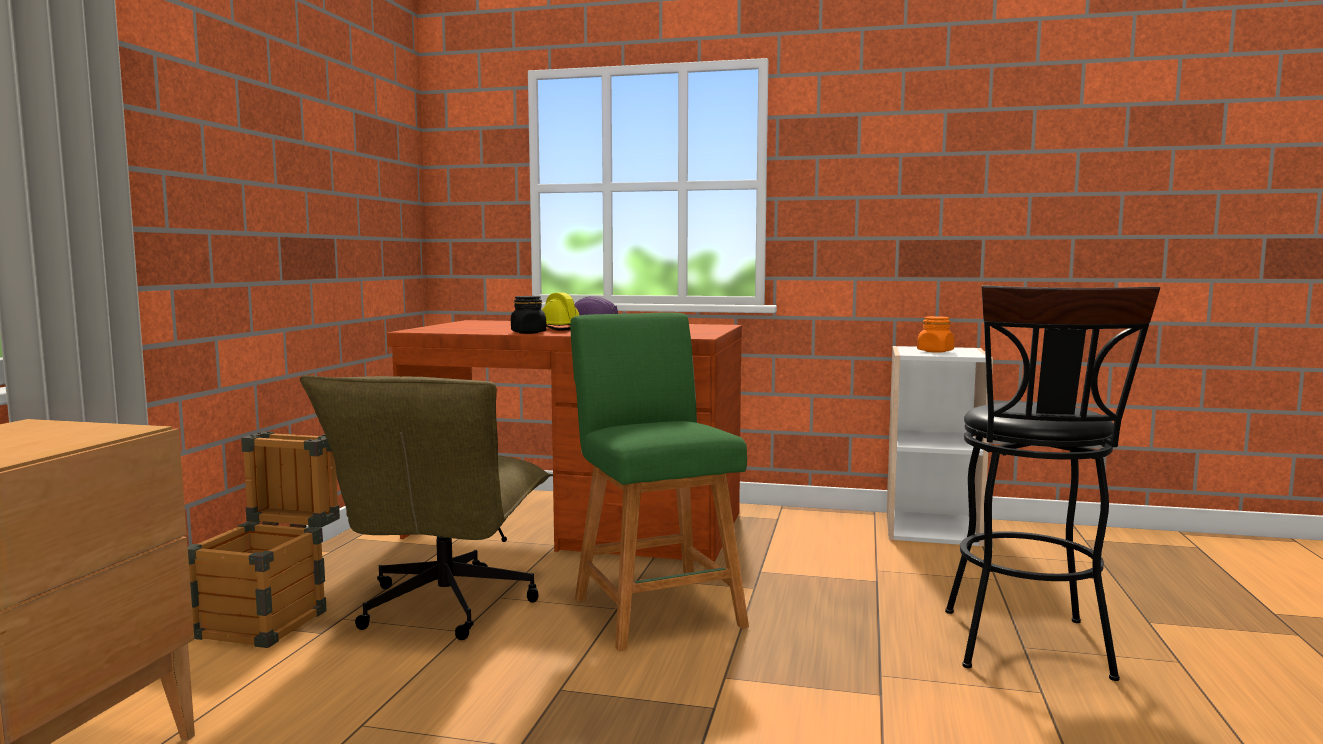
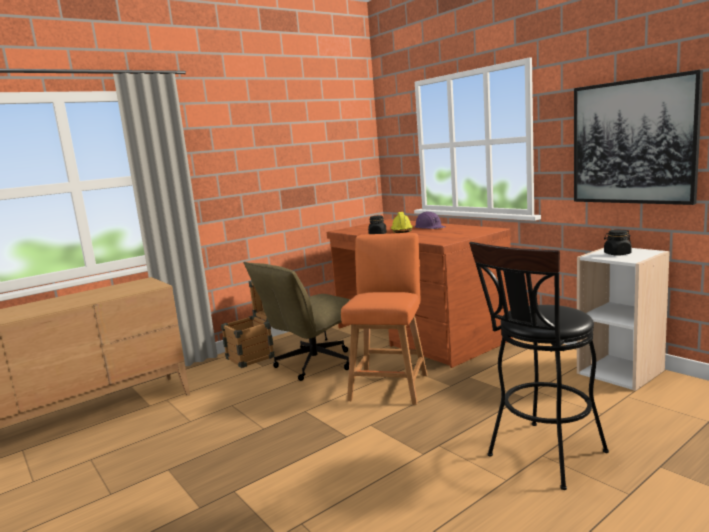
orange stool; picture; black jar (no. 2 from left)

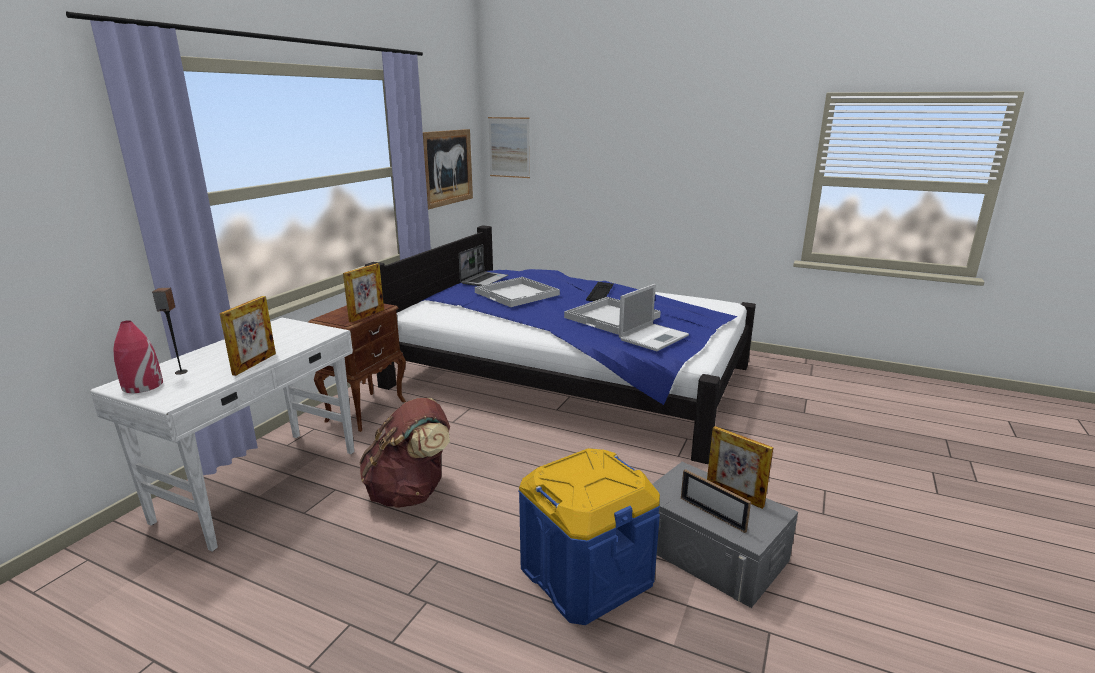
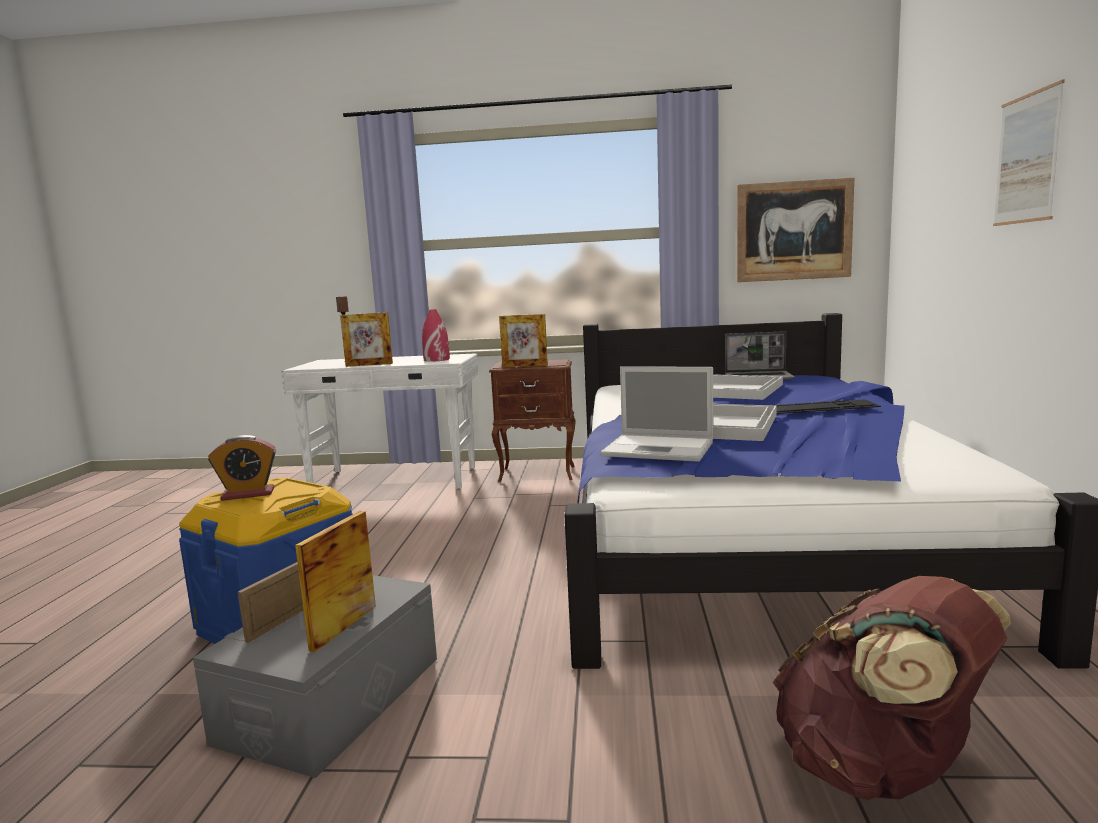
alarm clock; red vase; brown backpack; picture (no. 2 from left)

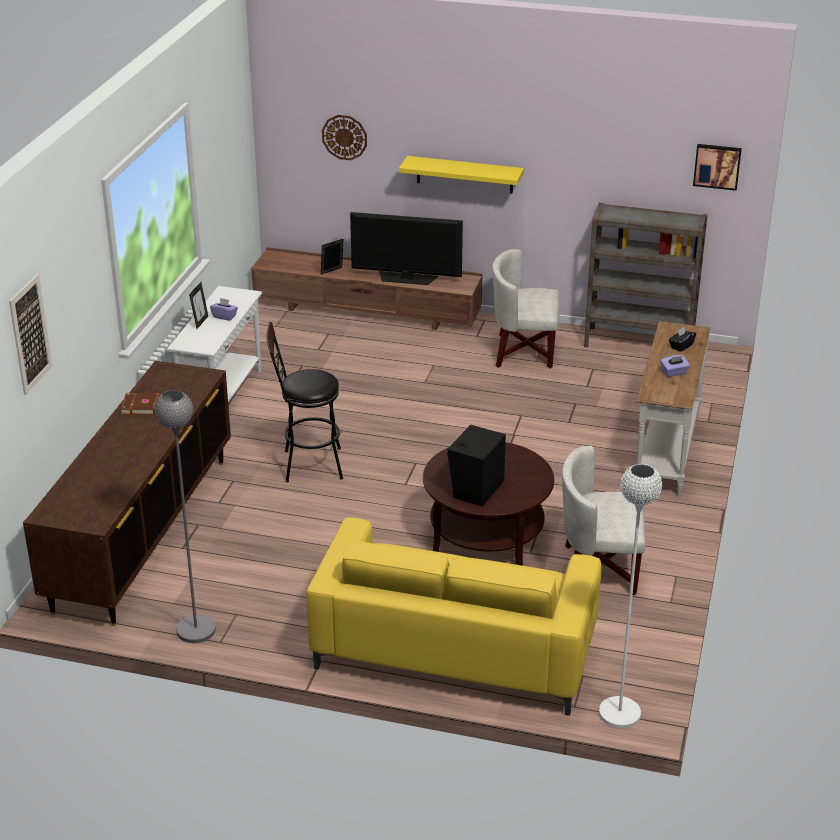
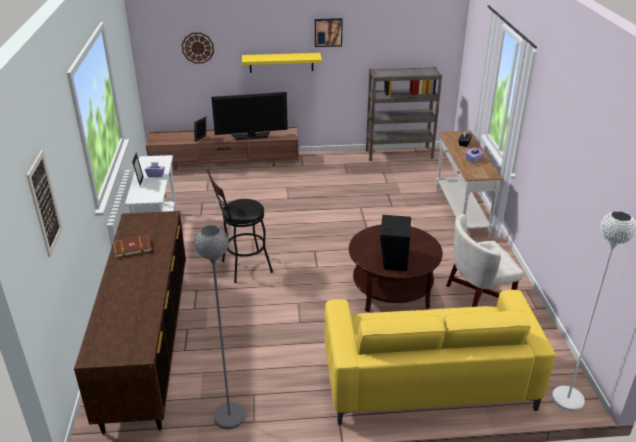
picture (no. 2 from left); white armchair (no. 1 from left in the first image)

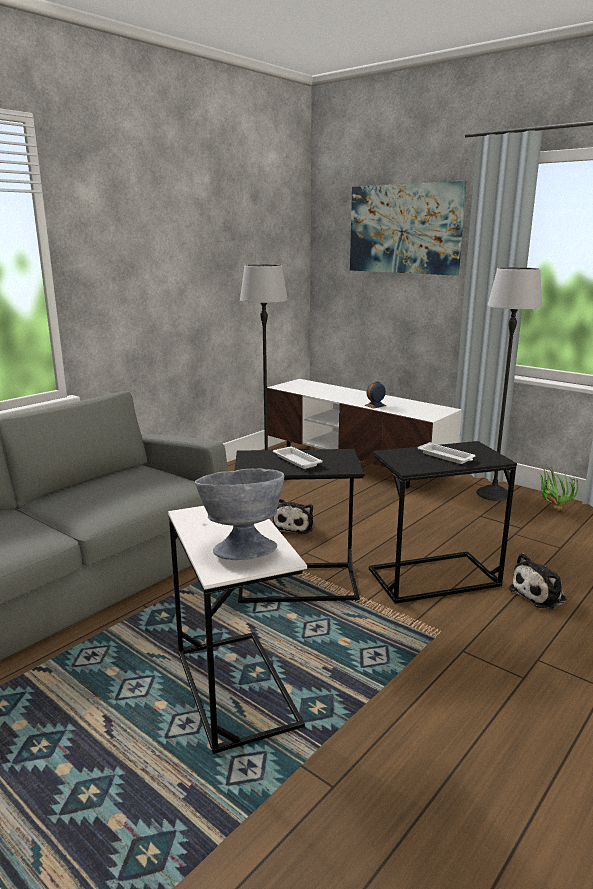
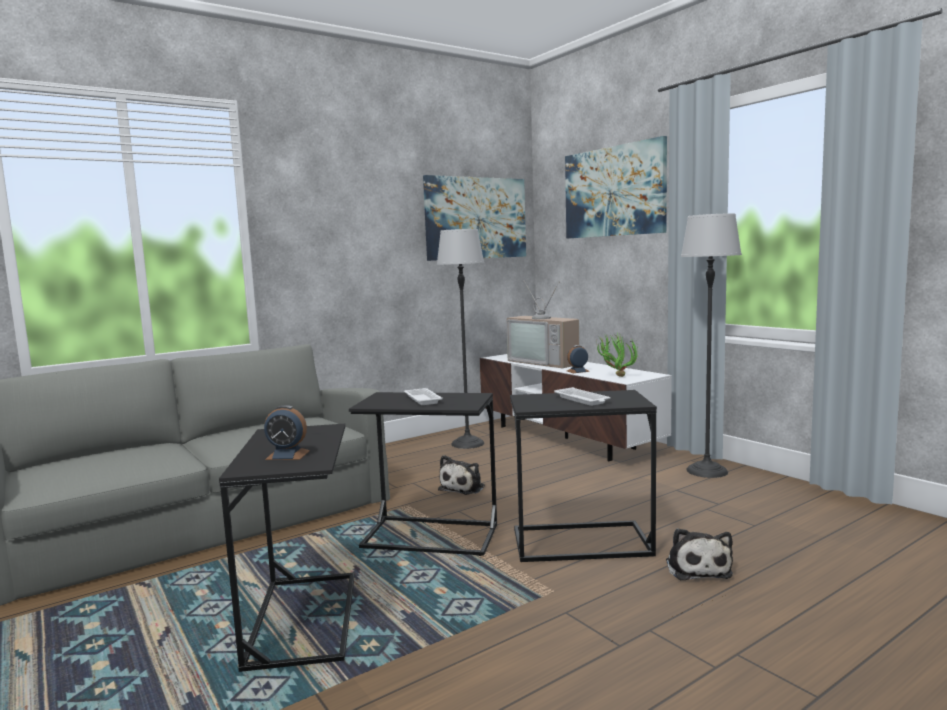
black side table (no. 1 from left); alarm clock (no. 1 from left); picture (no. 1 from left); television; potted plant; plush toy (no. 2 from left)

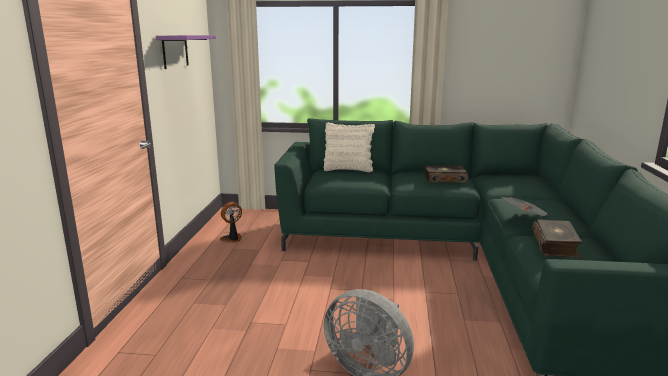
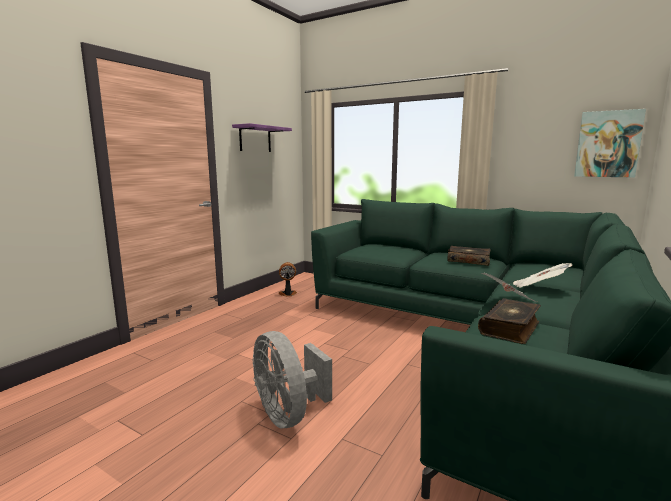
newspaper (no. 2 from left); picture; beige pillow

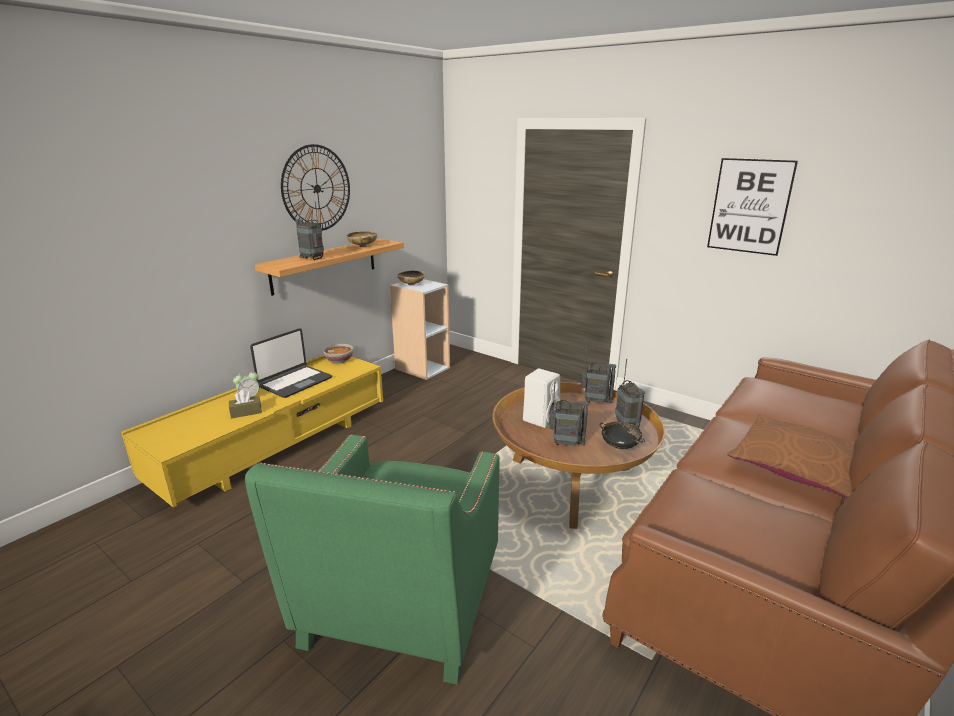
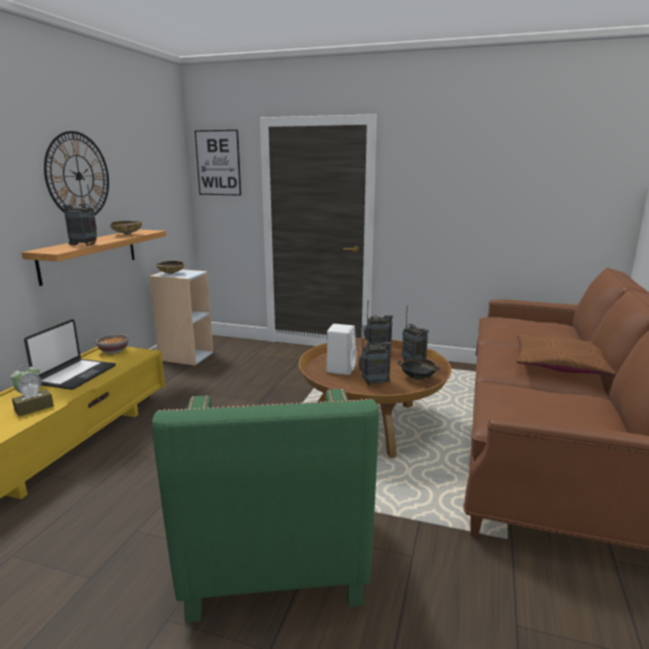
picture

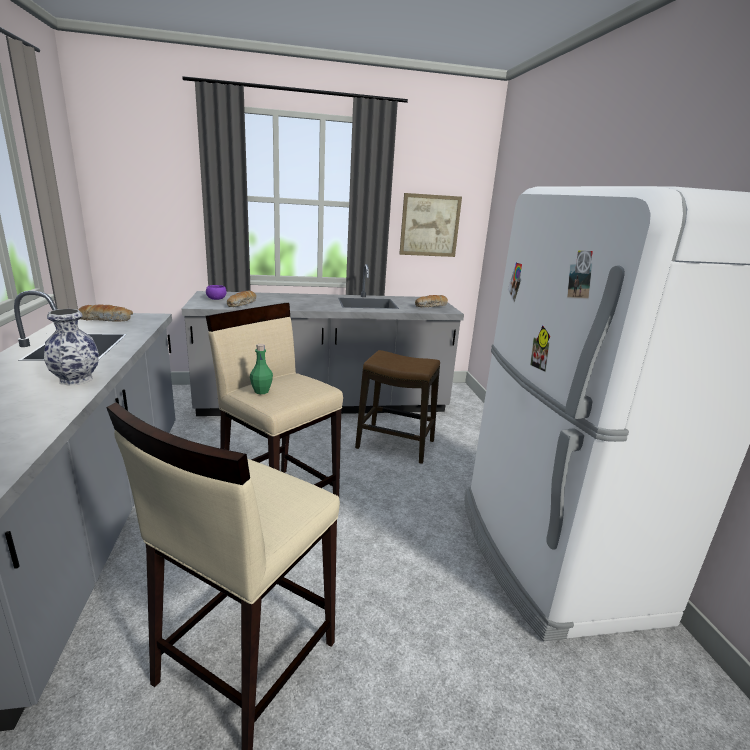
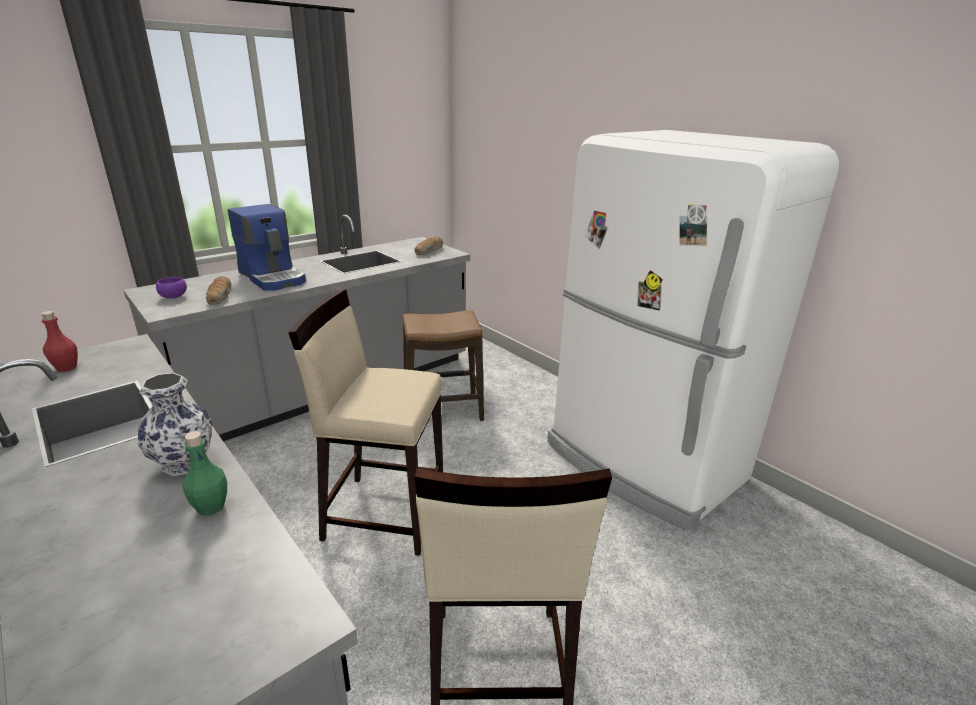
red bottle; green bottle; coffee machine; picture

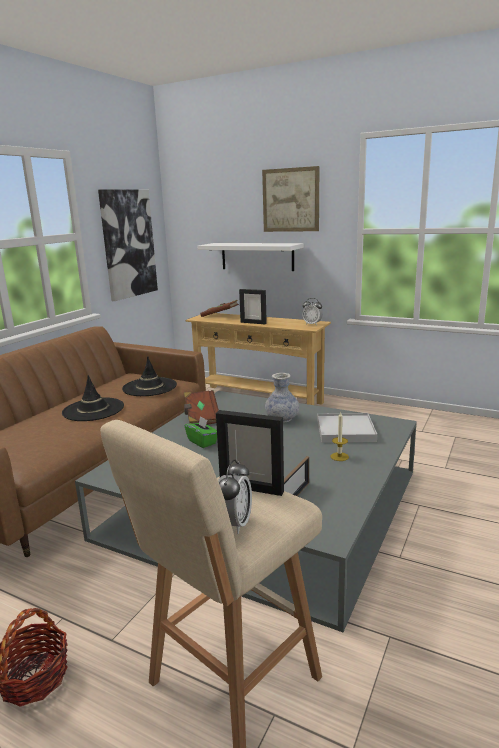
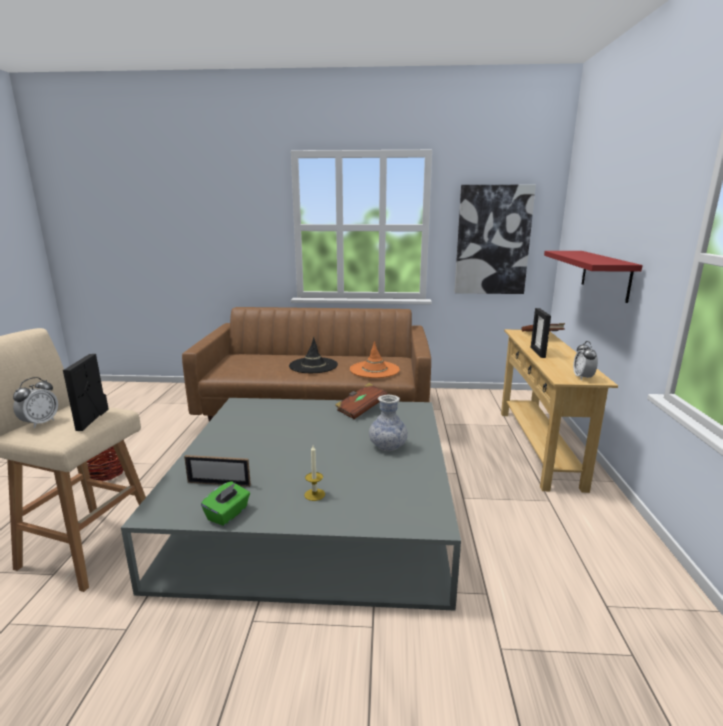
alarm clock (no. 1 from left); green tissue box; orange hat; red shelf; picture (no. 2 from left in the first image); white tray

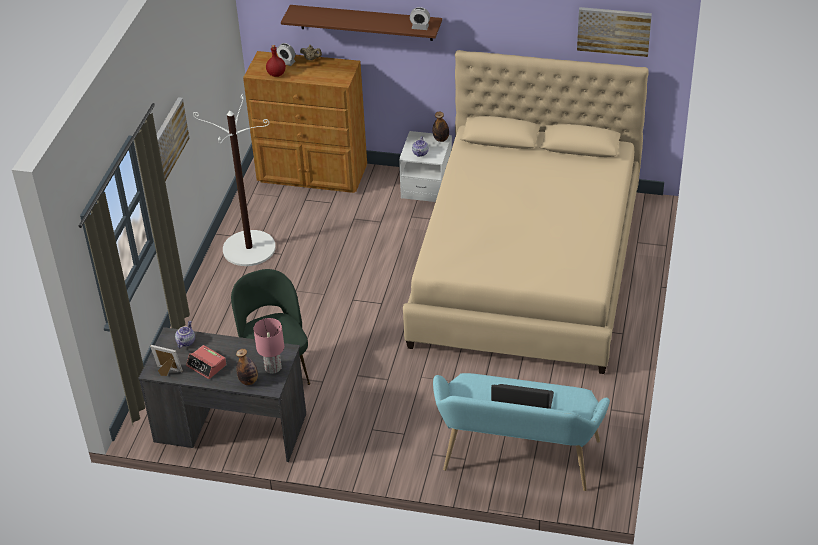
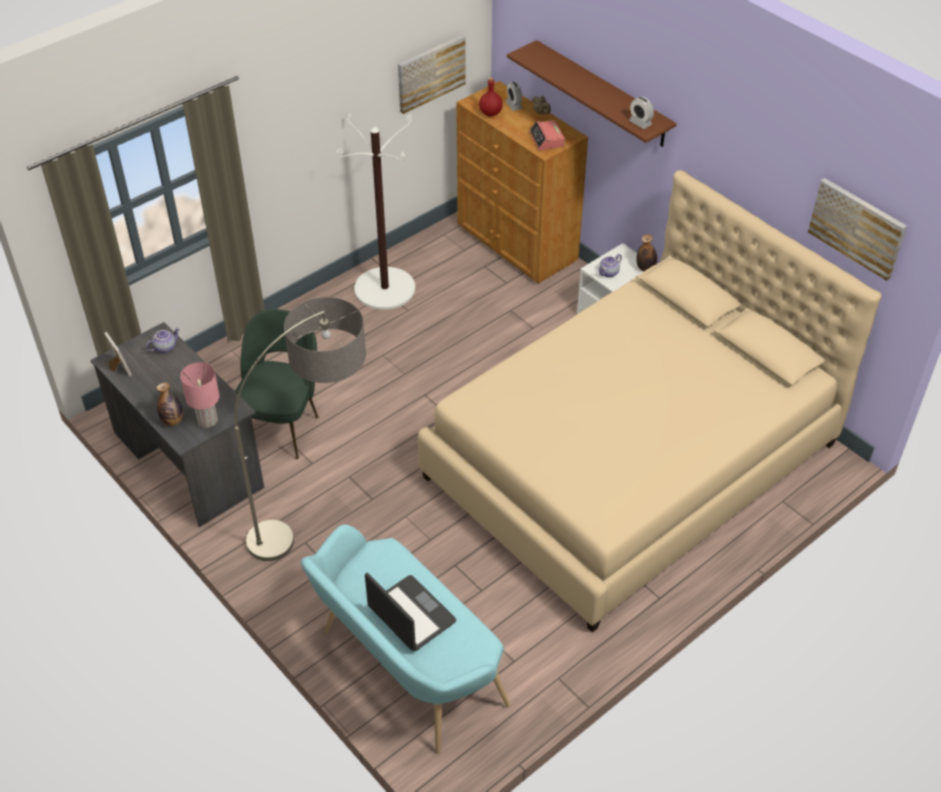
floor lamp; picture (no. 1 from left); alarm clock (no. 2 from left)

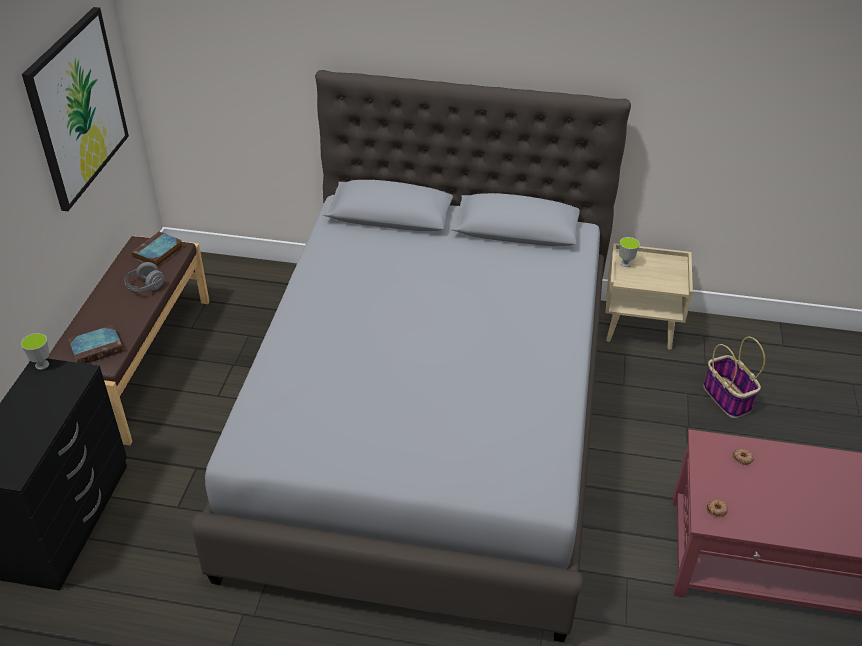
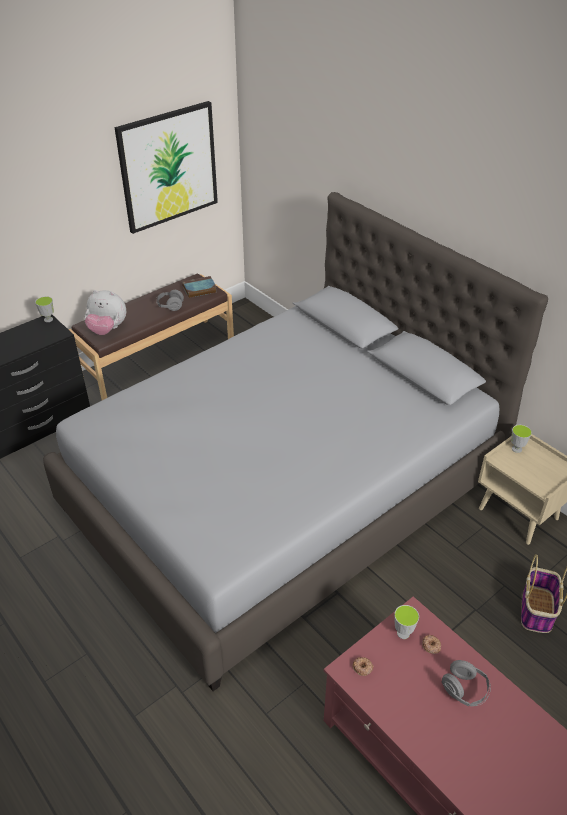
plush toy; cup (no. 2 from left); grey headphones (no. 2 from left)

